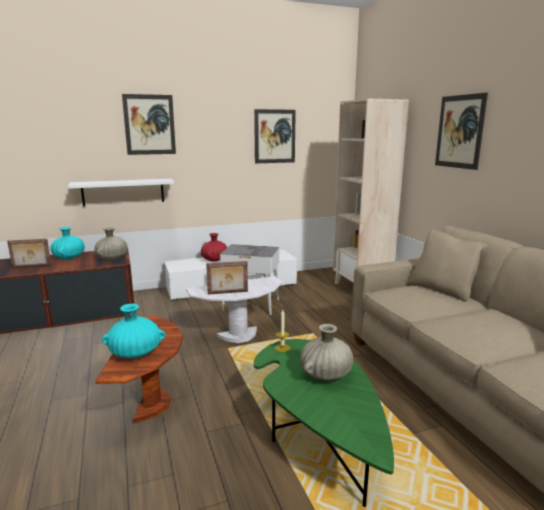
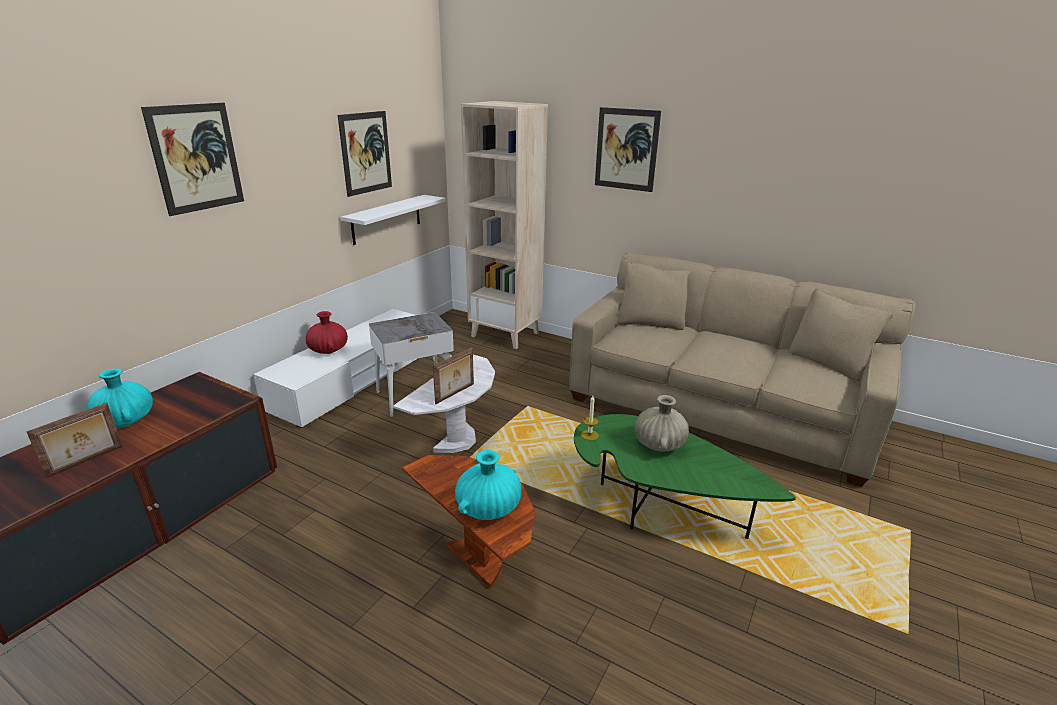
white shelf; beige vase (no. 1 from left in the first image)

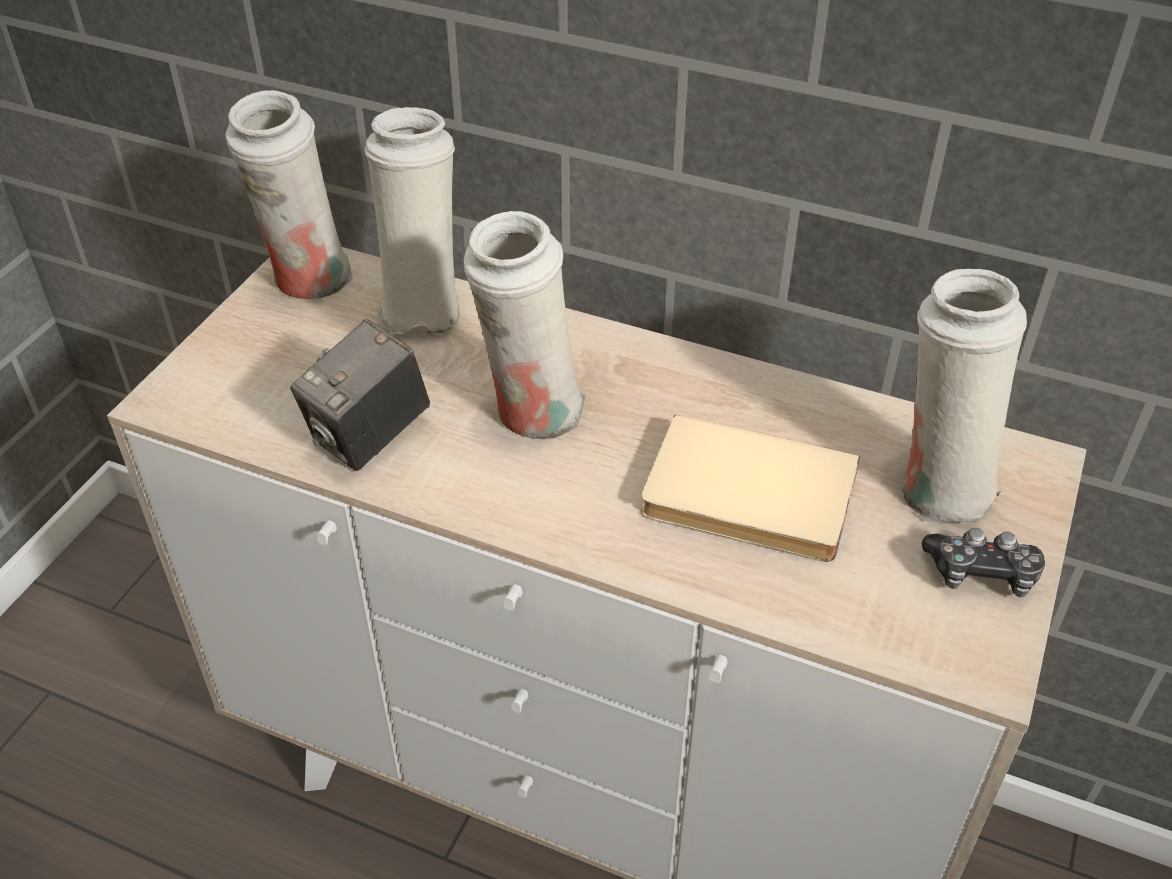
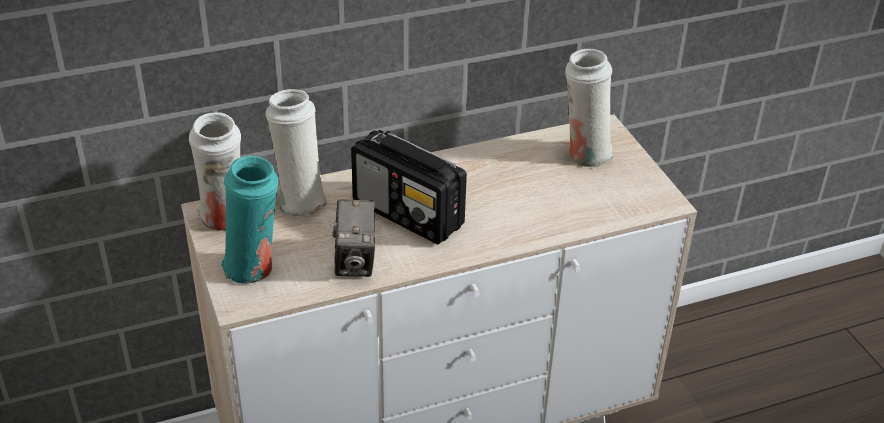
turquoise vase; radio; beige book; game controller

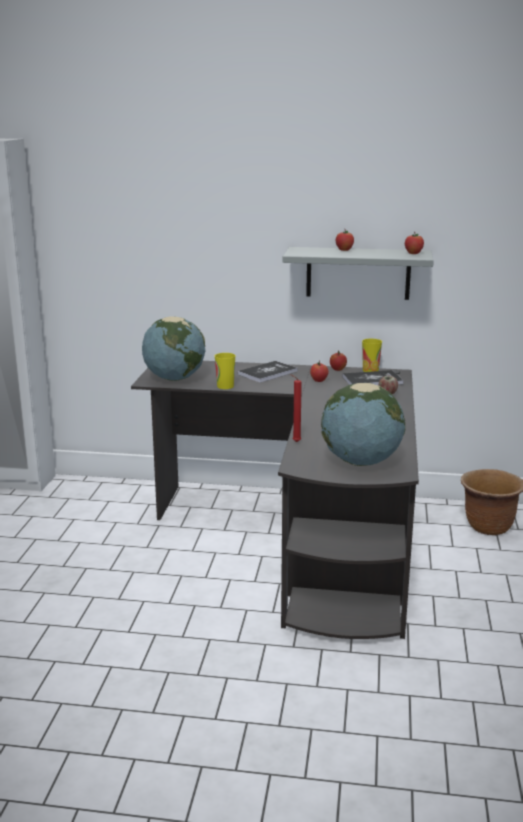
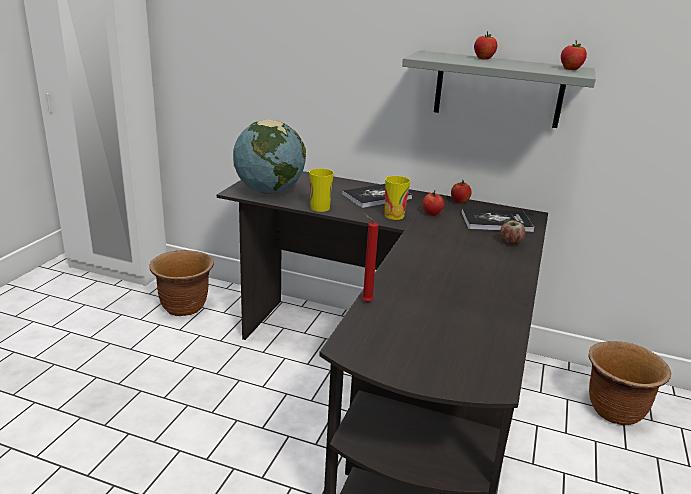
brown planter (no. 1 from left); cup (no. 2 from left); globe (no. 2 from left in the first image)

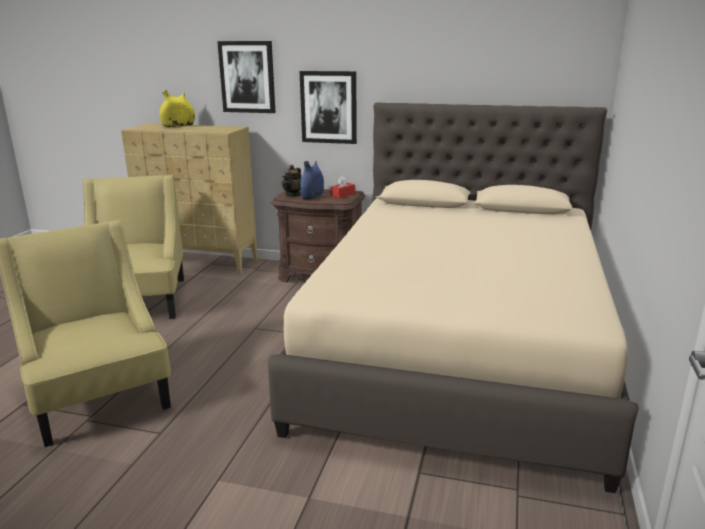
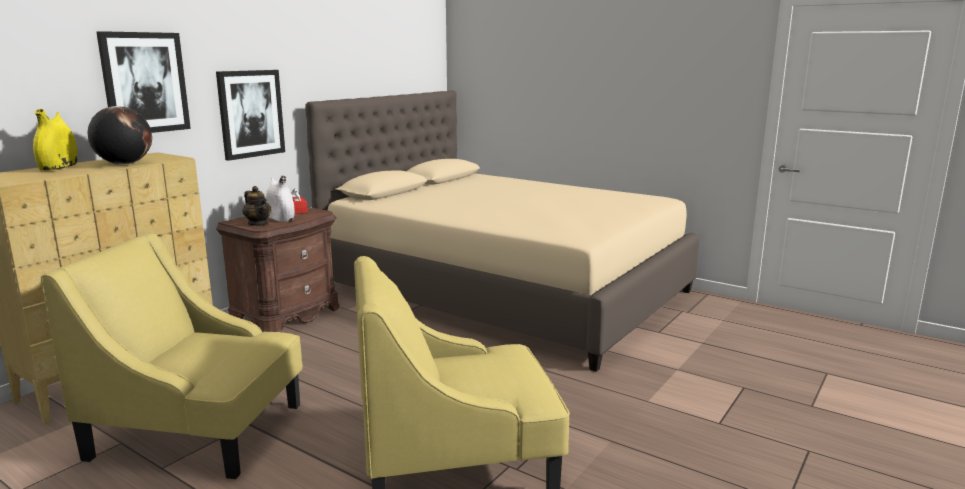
globe; white vase

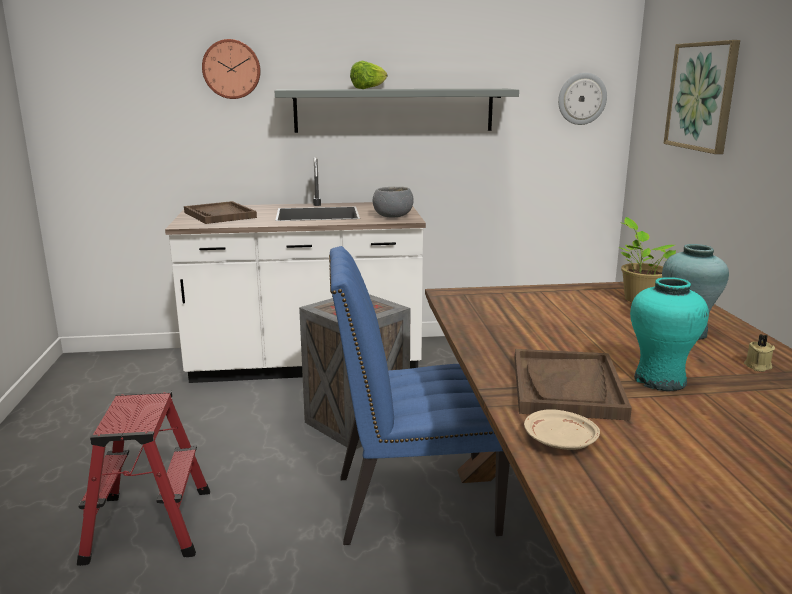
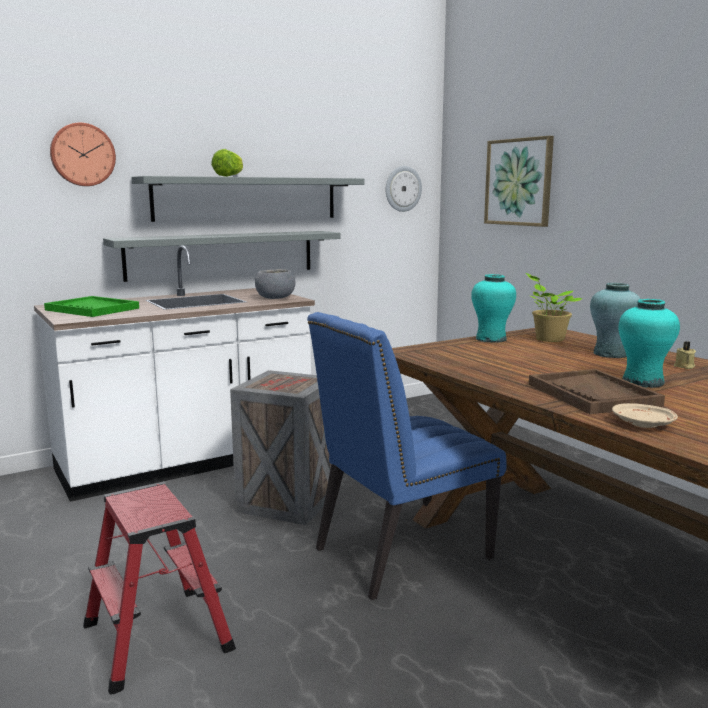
green tray; grey shelf (no. 1 from left); turquoise vase (no. 1 from left)

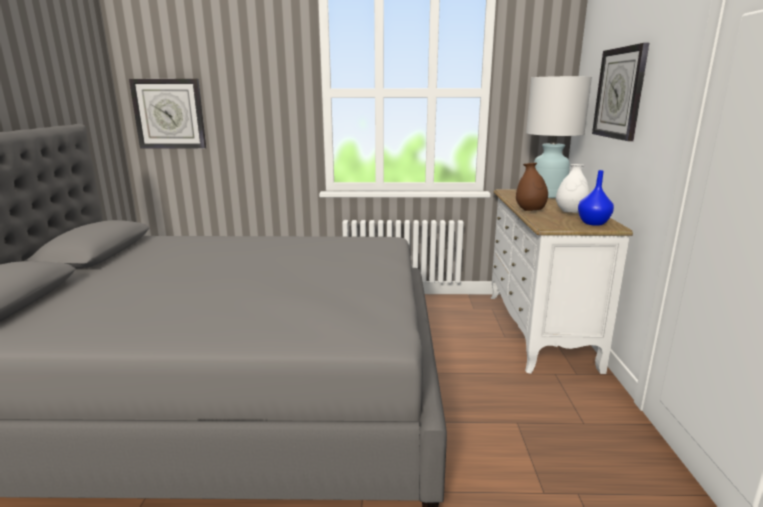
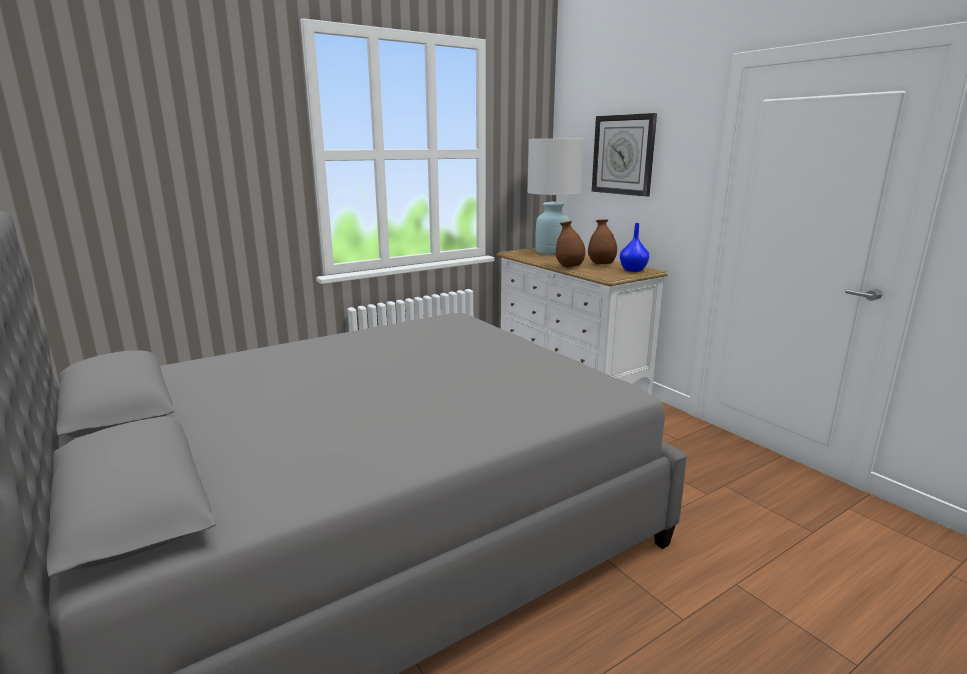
brown vase (no. 2 from left); wall clock (no. 1 from left in the first image)

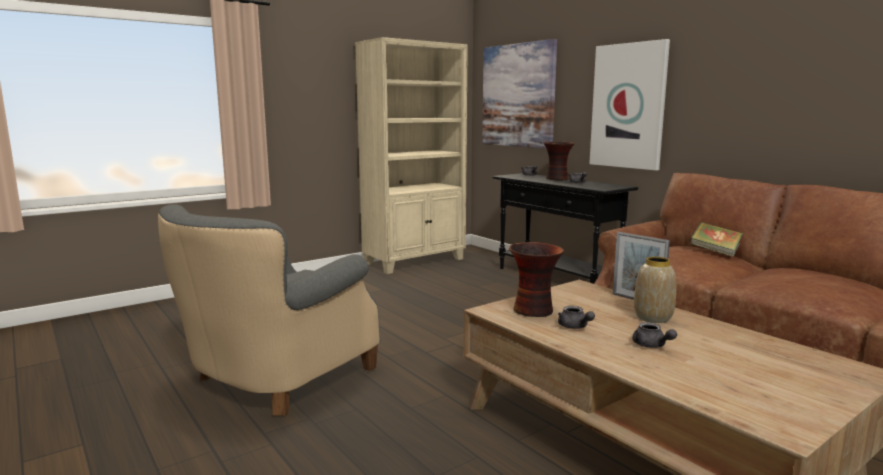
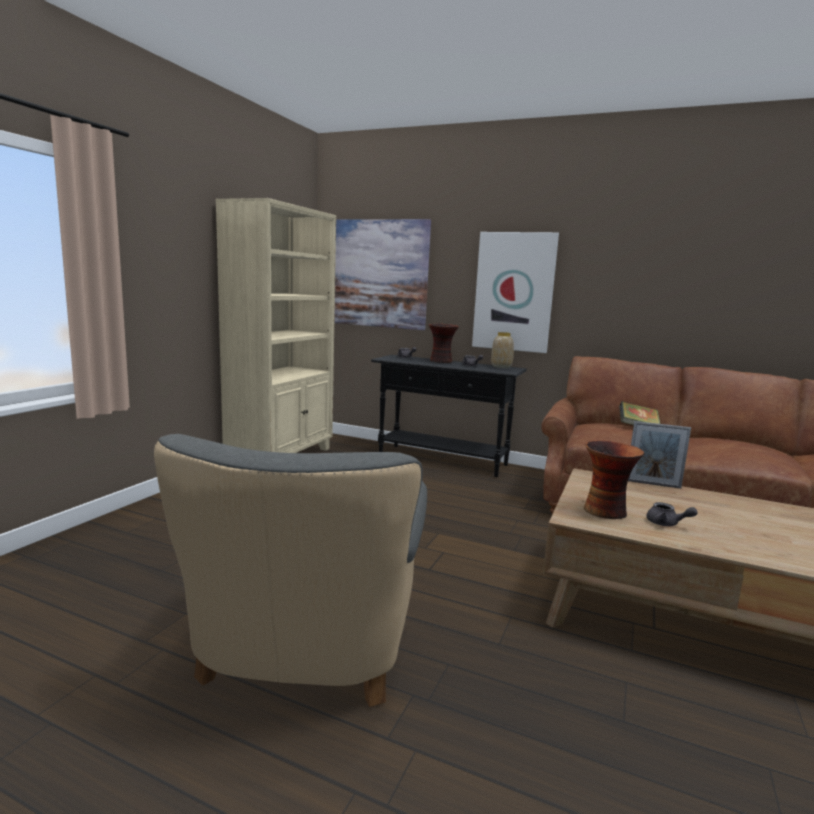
vase (no. 2 from left); grey teapot (no. 4 from left in the first image)

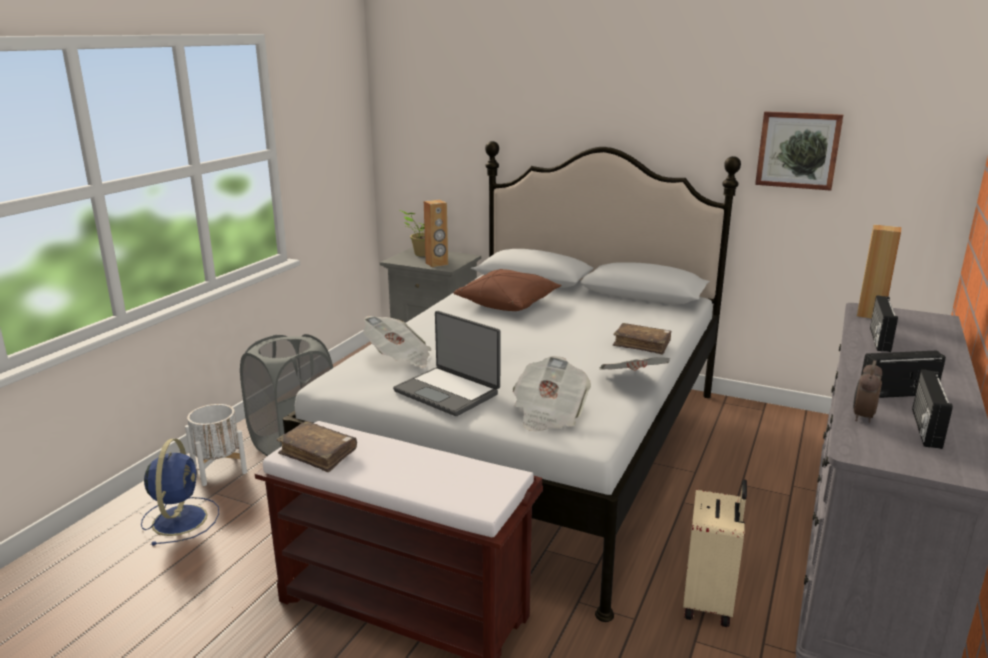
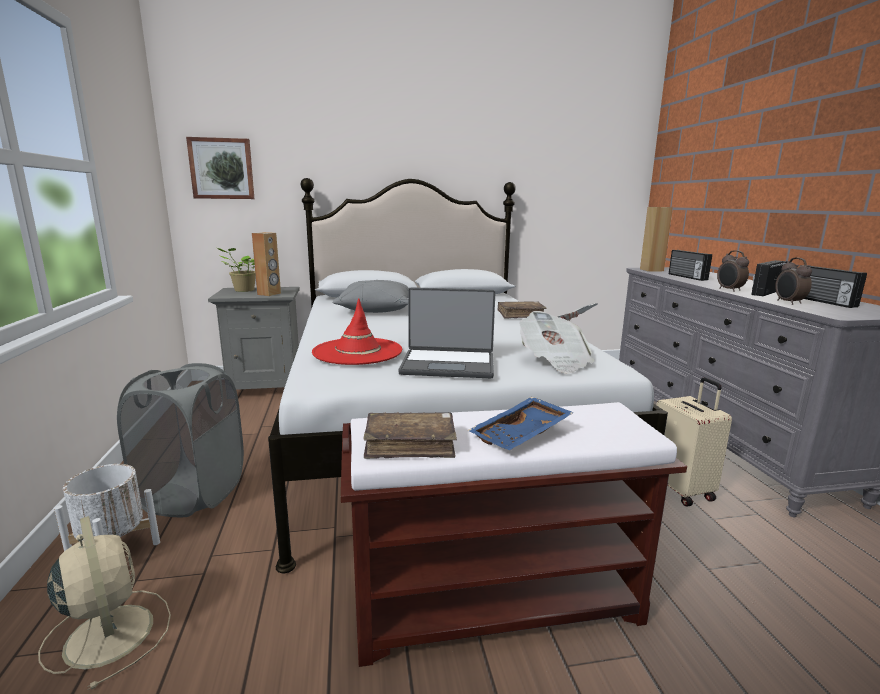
beige fan; picture; red hat; grey pillow; blue tray; alarm clock (no. 1 from left)

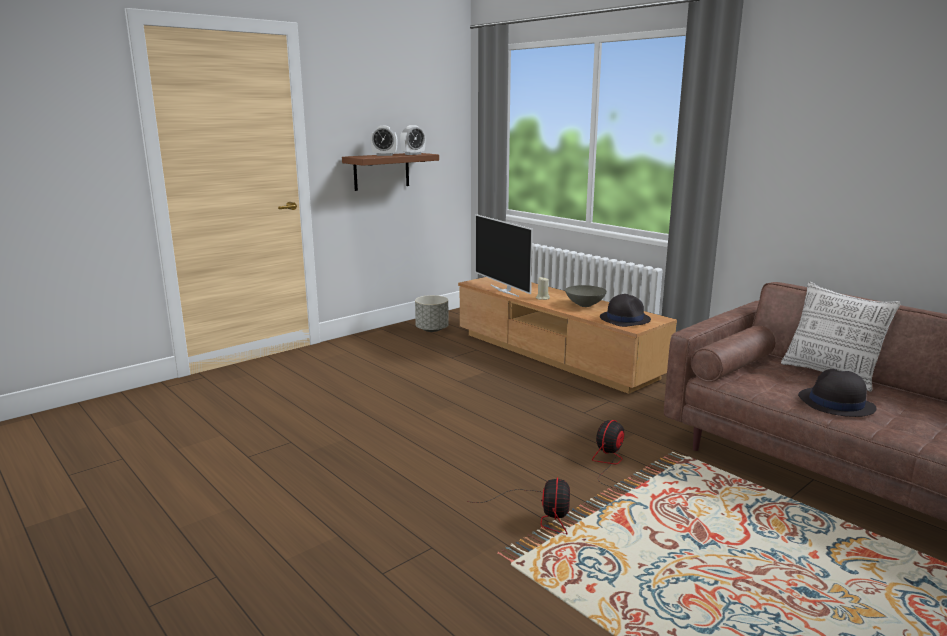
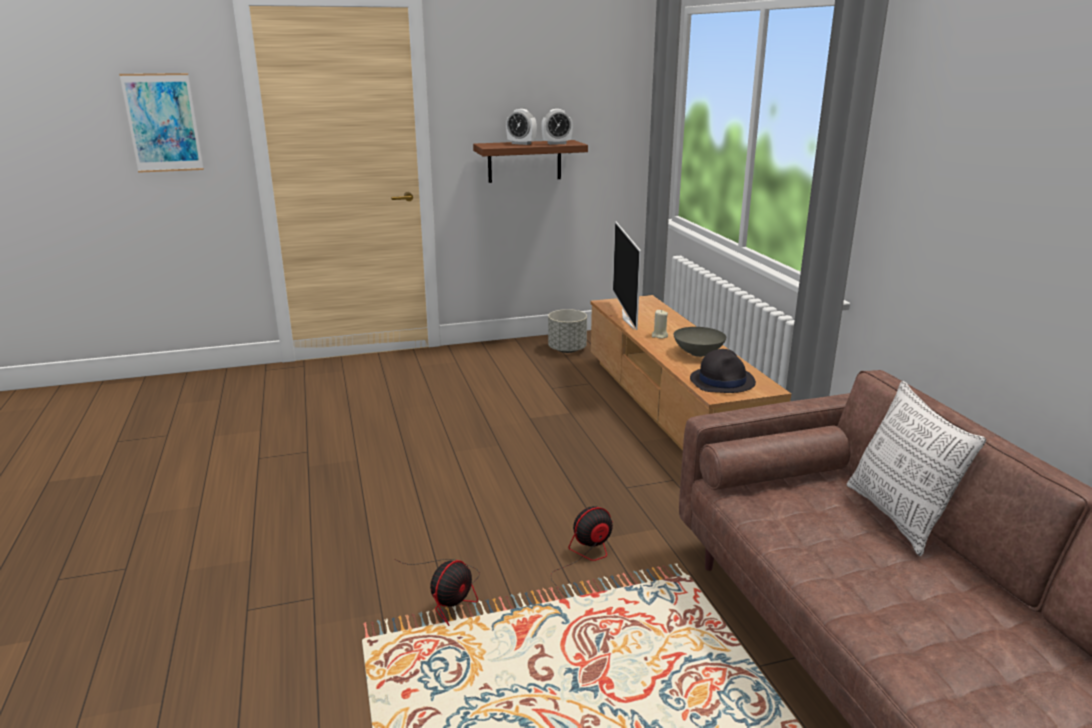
picture; black hat (no. 2 from left in the first image)

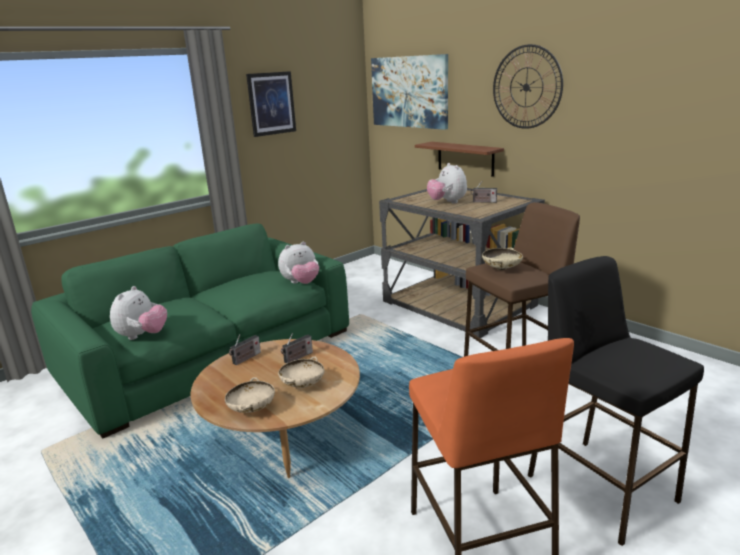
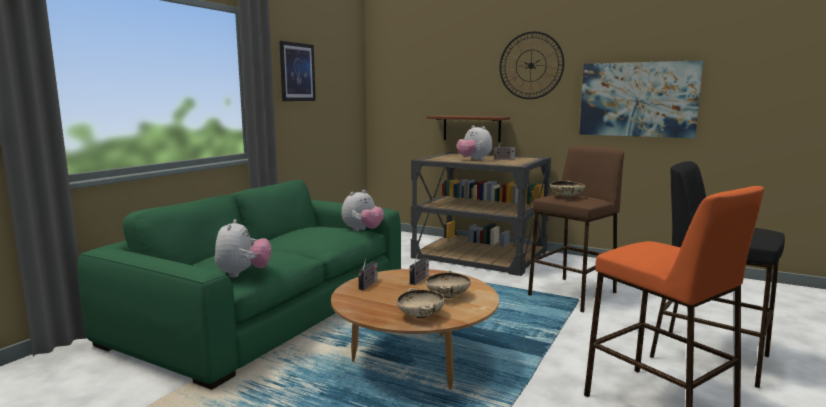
picture (no. 2 from left)

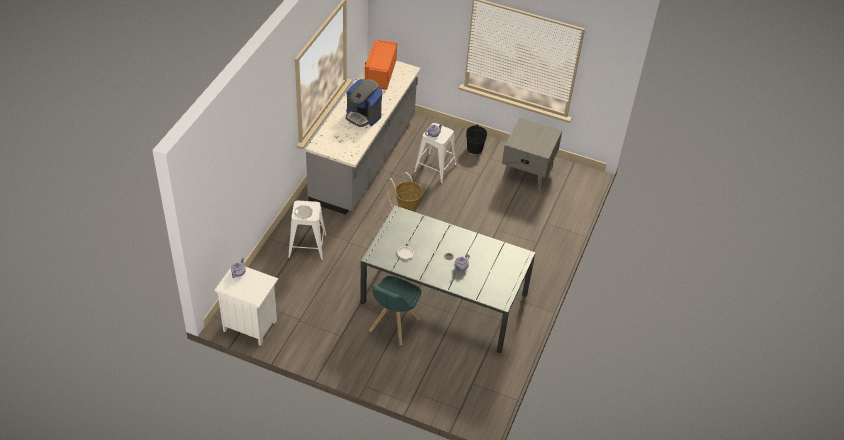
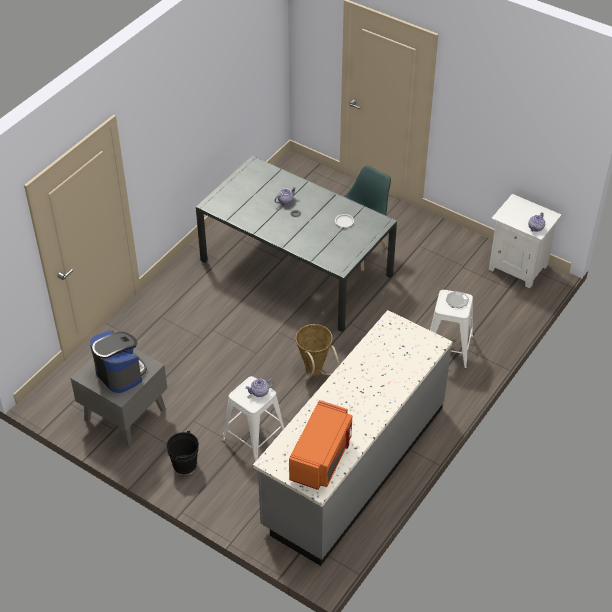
coffee machine

